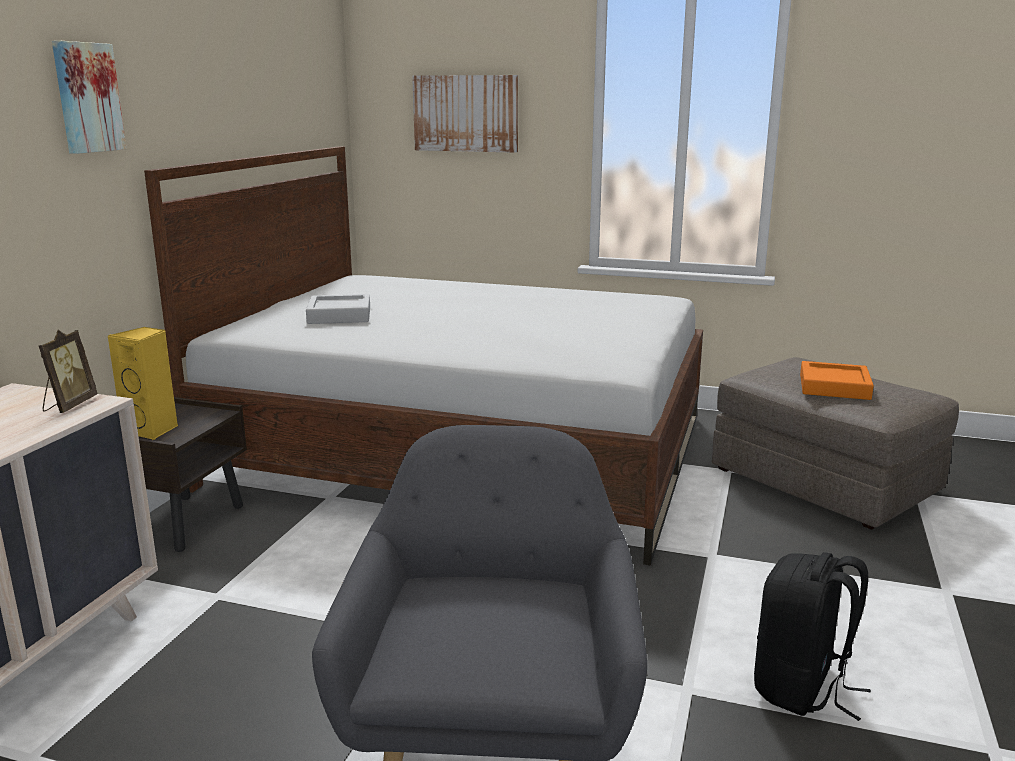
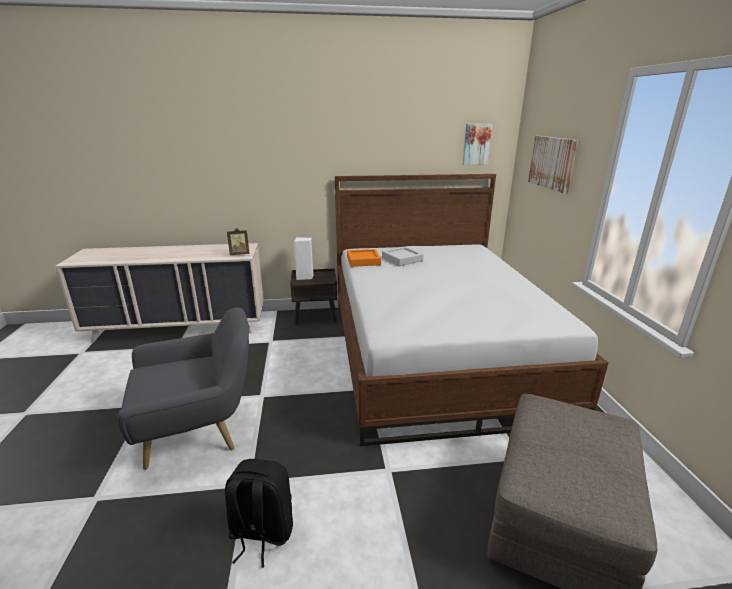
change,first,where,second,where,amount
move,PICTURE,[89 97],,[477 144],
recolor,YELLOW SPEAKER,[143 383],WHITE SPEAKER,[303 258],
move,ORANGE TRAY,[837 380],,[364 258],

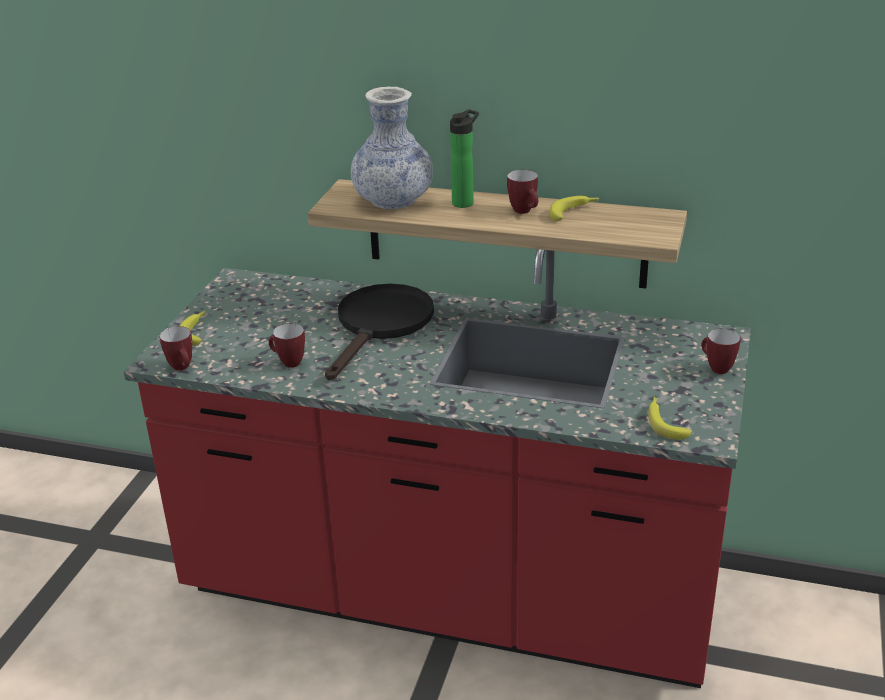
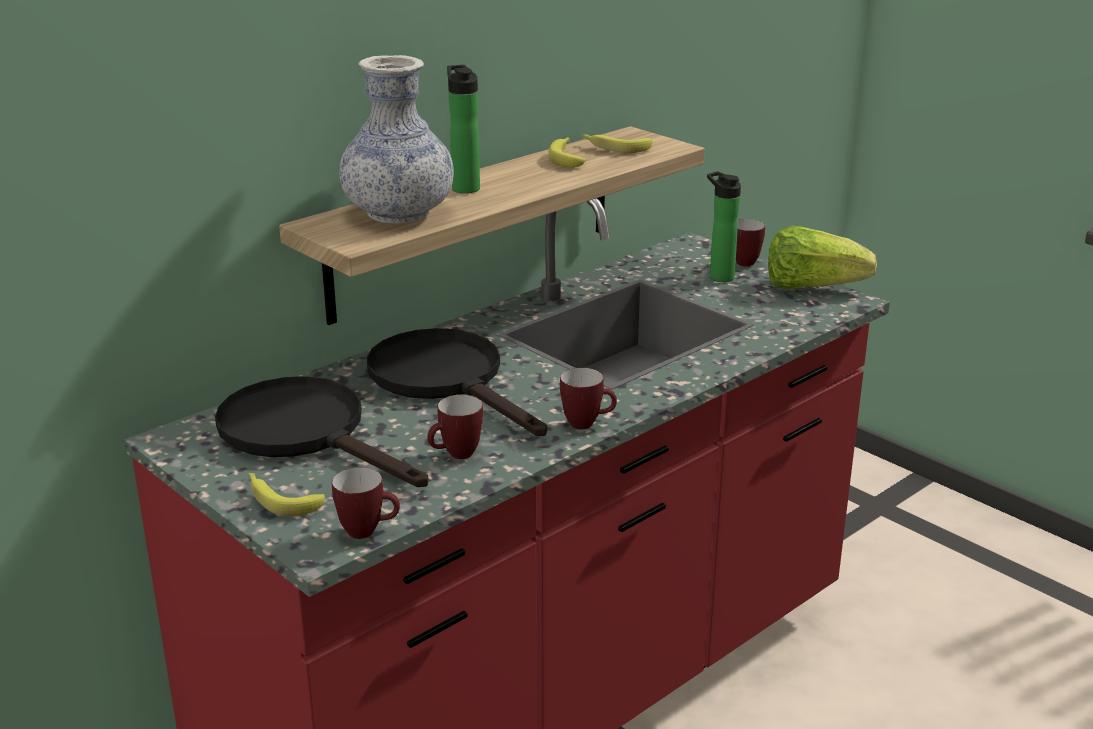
change,first,where,second,where,amount
move,MUG,[522 192],,[588 399],
move,BANANA,[670 418],,[617 143],
insert,,,BLACK FRYING PAN,[321 431],
insert,,,BOTTLE,[724 226],
insert,,,LETTUCE,[822 257],

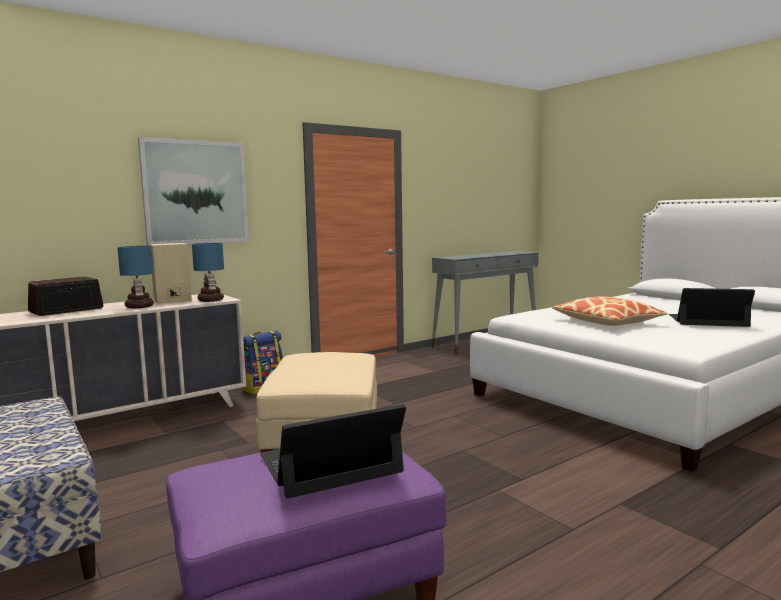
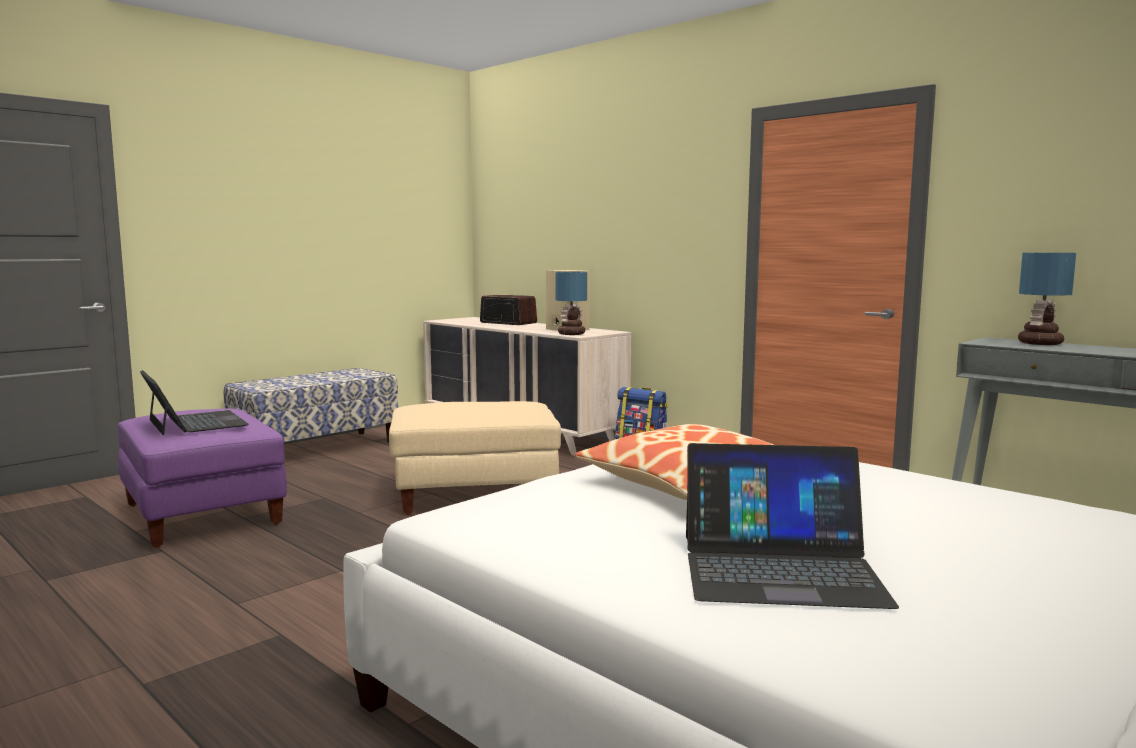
change,first,where,second,where,amount
move,TABLE LAMP,[135 277],,[1047 299],
delete,PICTURE,[193 191],,,
rotate,LAPTOP,[712 307],,[792 526],90 degrees clockwise

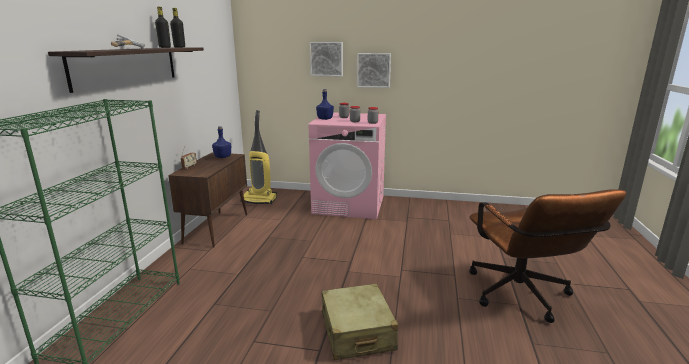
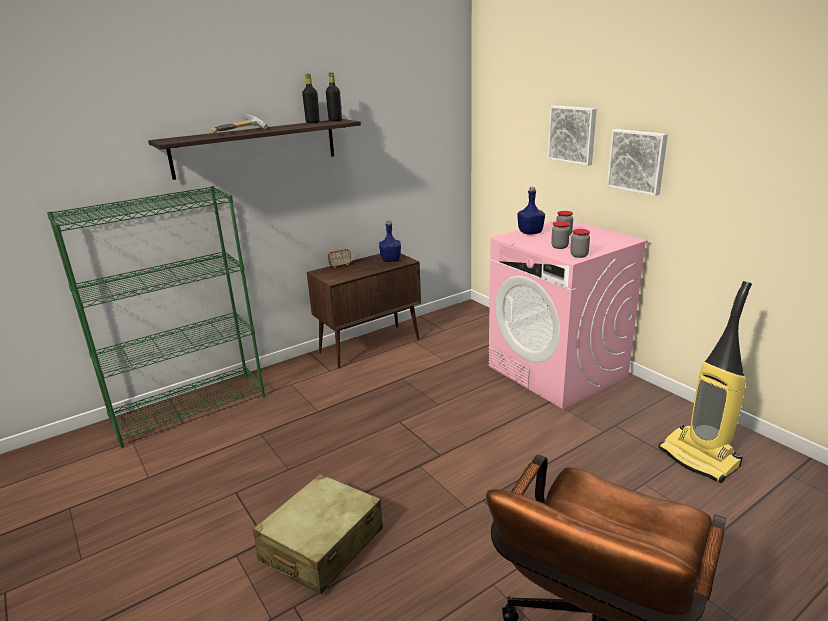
change,first,where,second,where,amount
move,VACUUM CLEANER,[258 157],,[705 382],

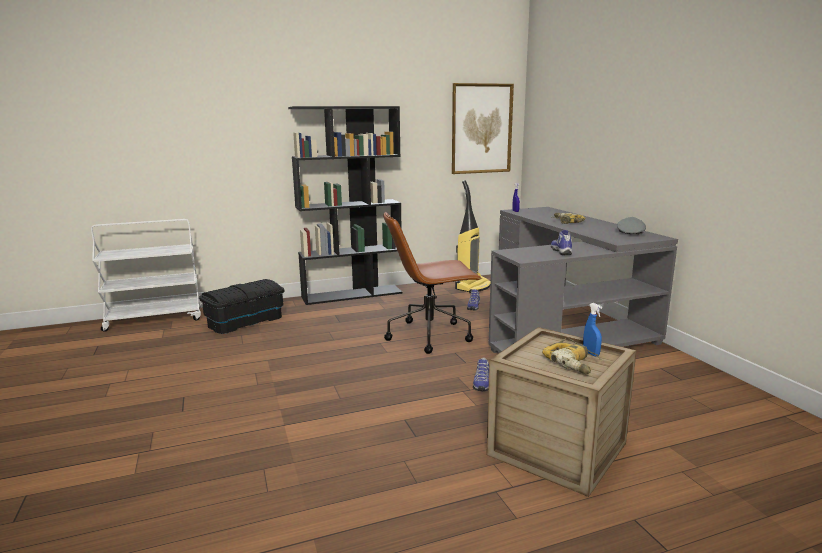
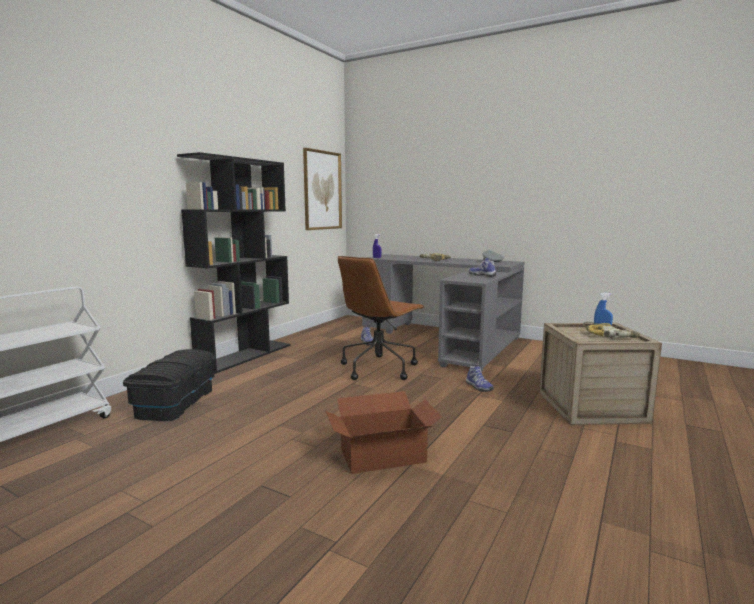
change,first,where,second,where,amount
delete,VACUUM CLEANER,[473 237],,,
insert,,,CARDBOARD BOX,[384 432],

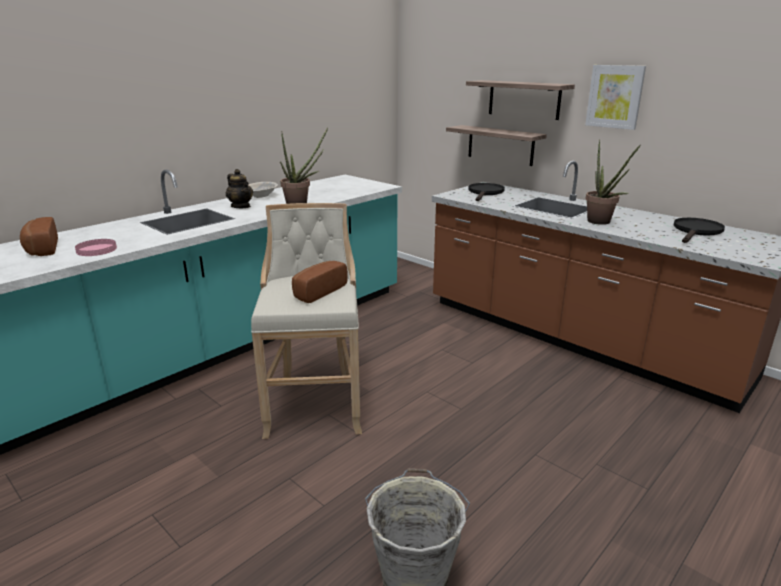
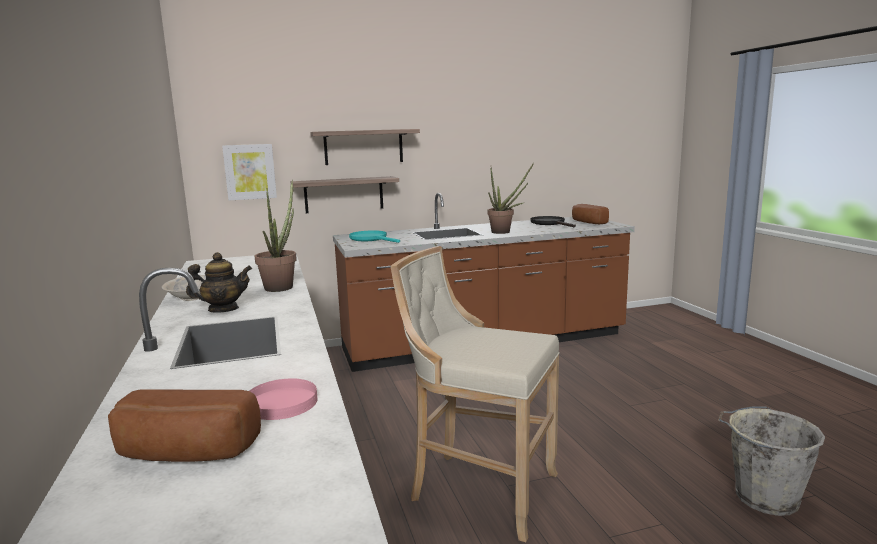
change,first,where,second,where,amount
move,BREAD,[319 282],,[590 214],
recolor,BLACK FRYING PAN,[486 192],TURQUOISE FRYING PAN,[374 236],
move,PICTURE,[615 97],,[249 172],

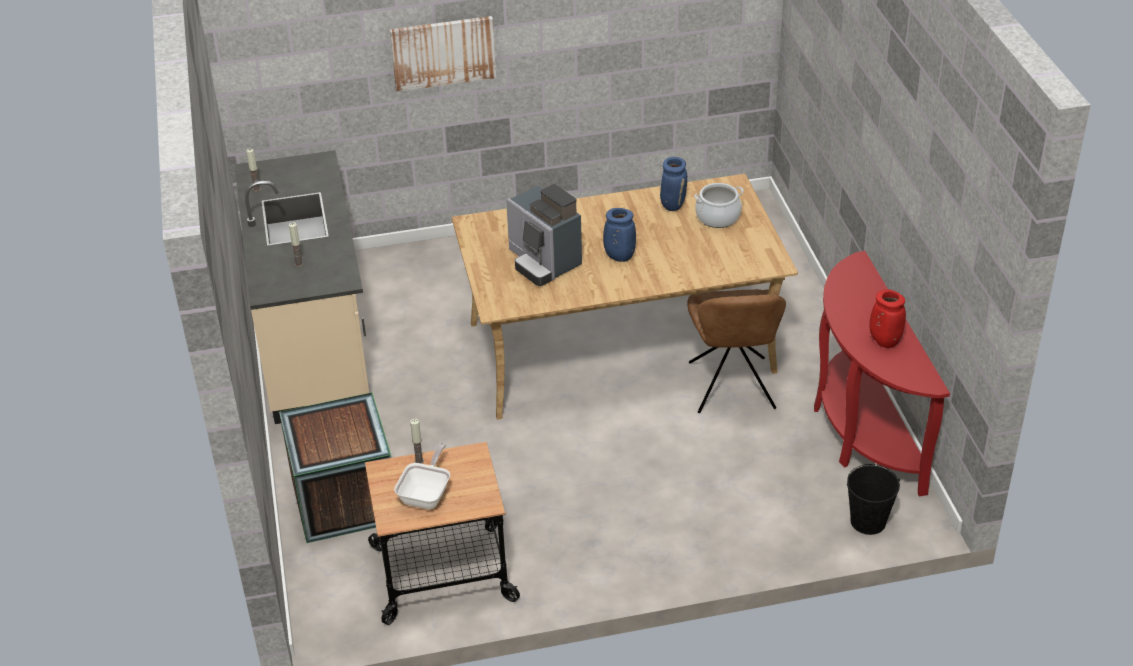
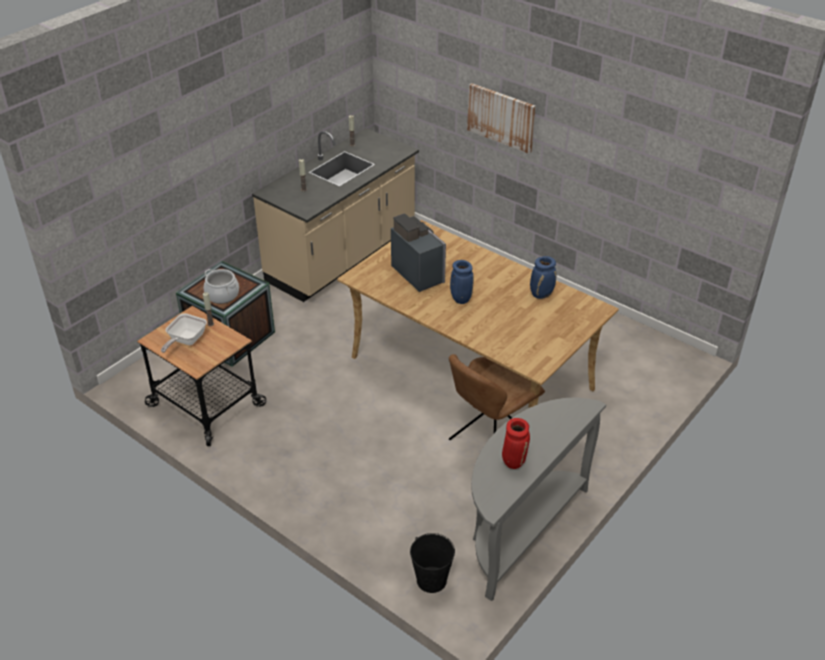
change,first,where,second,where,amount
rotate,FRYING PAN,[422 476],,[184 333],135 degrees clockwise
rotate,COFFEE MACHINE,[544 235],,[418 253],135 degrees clockwise
move,COOKING POT,[719 205],,[221 286],
recolor,RED CONSOLE TABLE,[882 373],GREY CONSOLE TABLE,[538 499],

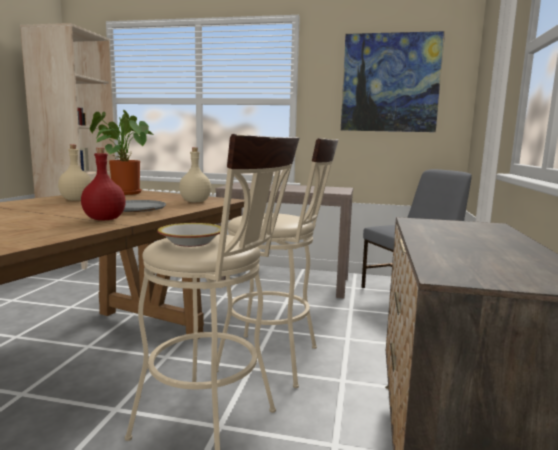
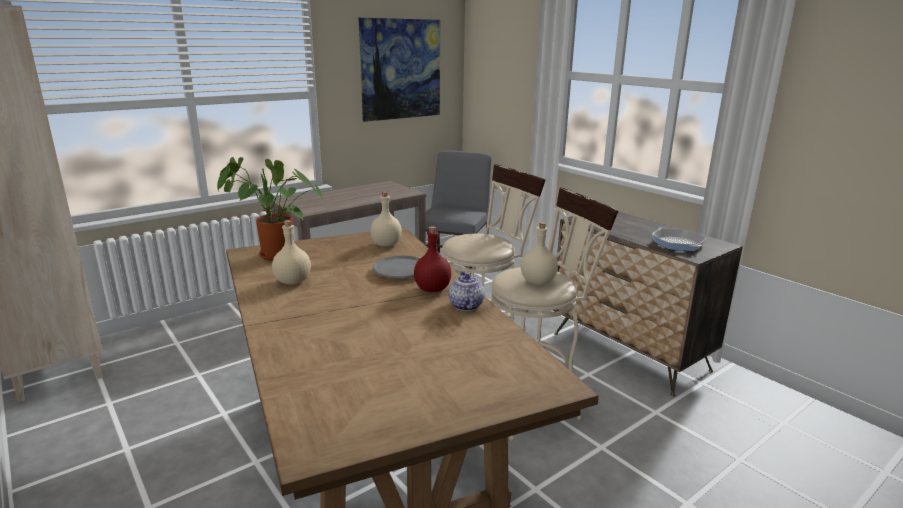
change,first,where,second,where,amount
replace,BOWL,[189 235],BEIGE BOTTLE,[539 253],
insert,,,TEAPOT,[467 291],
insert,,,FRYING PAN,[679 239],

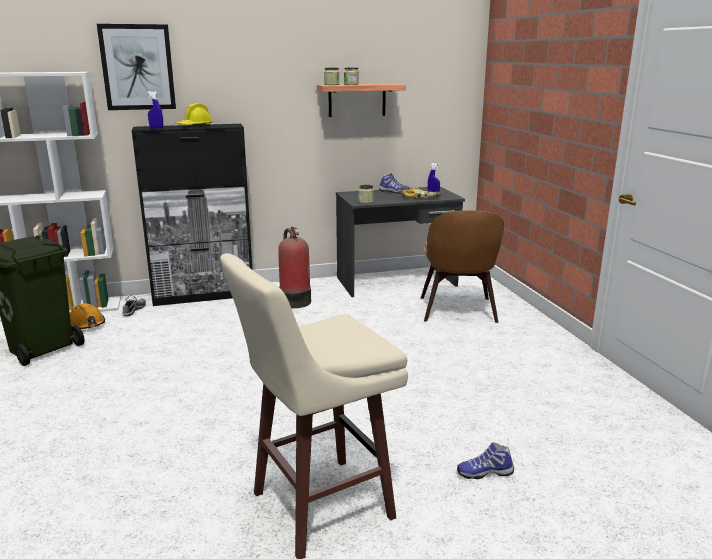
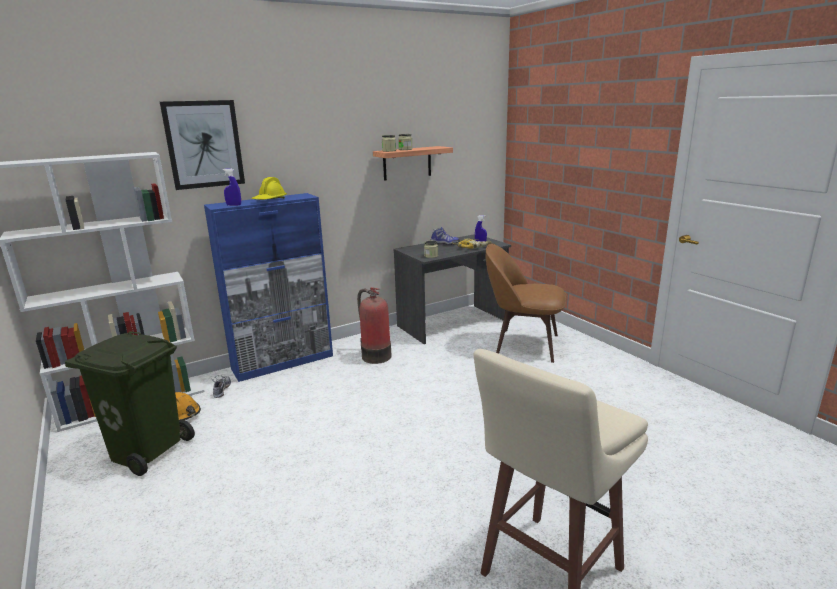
change,first,where,second,where,amount
recolor,BLACK CABINET,[192 215],BLUE CABINET,[268 287],
rotate,BROWN CHAIR,[462 266],,[526 303],120 degrees clockwise
delete,SHOE,[485 461],,,

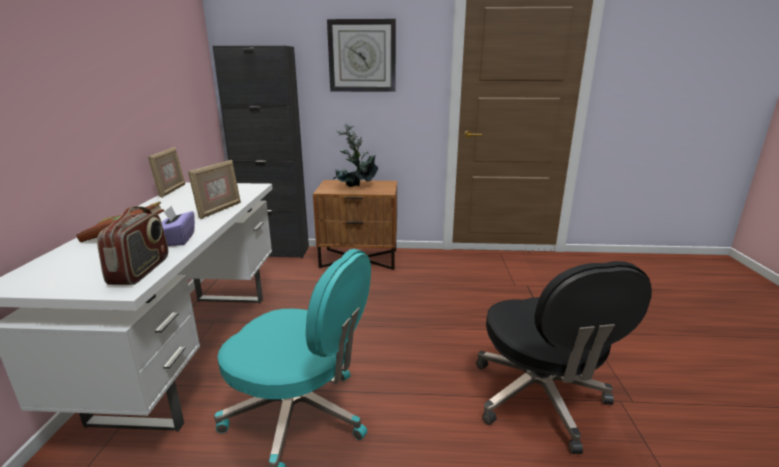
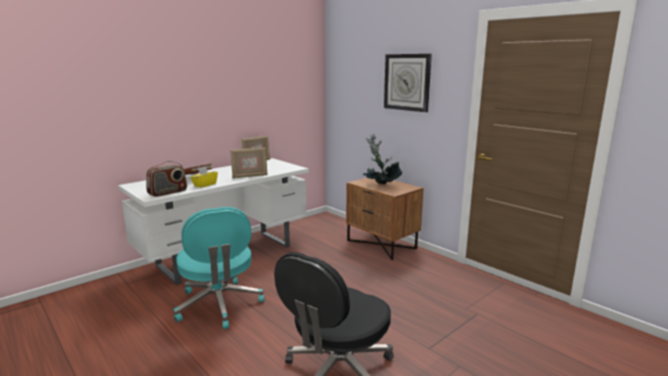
change,first,where,second,where,amount
recolor,PURPLE TISSUE BOX,[178 226],YELLOW TISSUE BOX,[204 177],
delete,BLACK CABINET,[261 152],,,

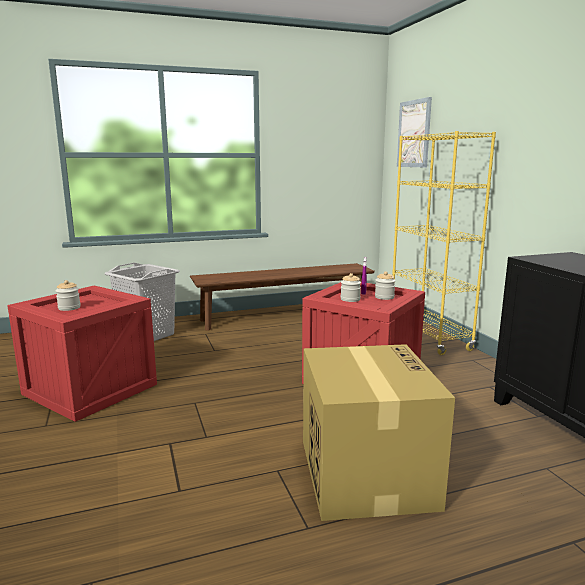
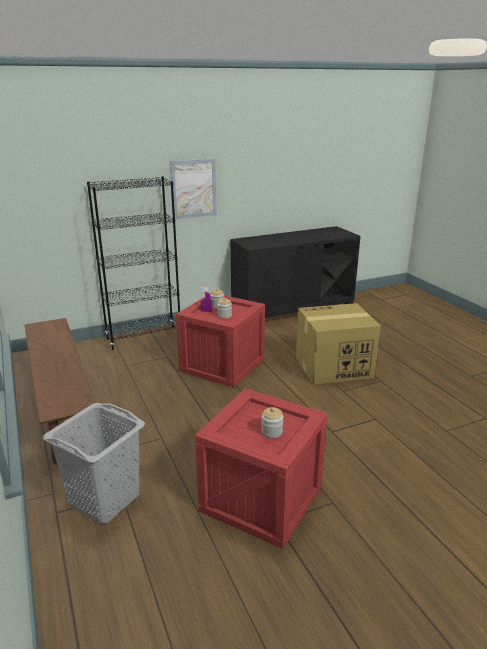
change,first,where,second,where,amount
recolor,YELLOW BOOKCASE,[444 243],BLACK BOOKCASE,[133 263],
move,PICTURE,[414 132],,[193 188],

